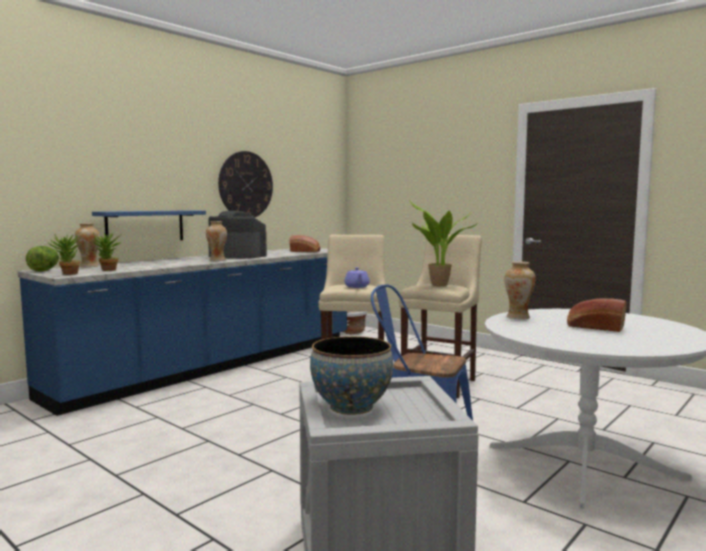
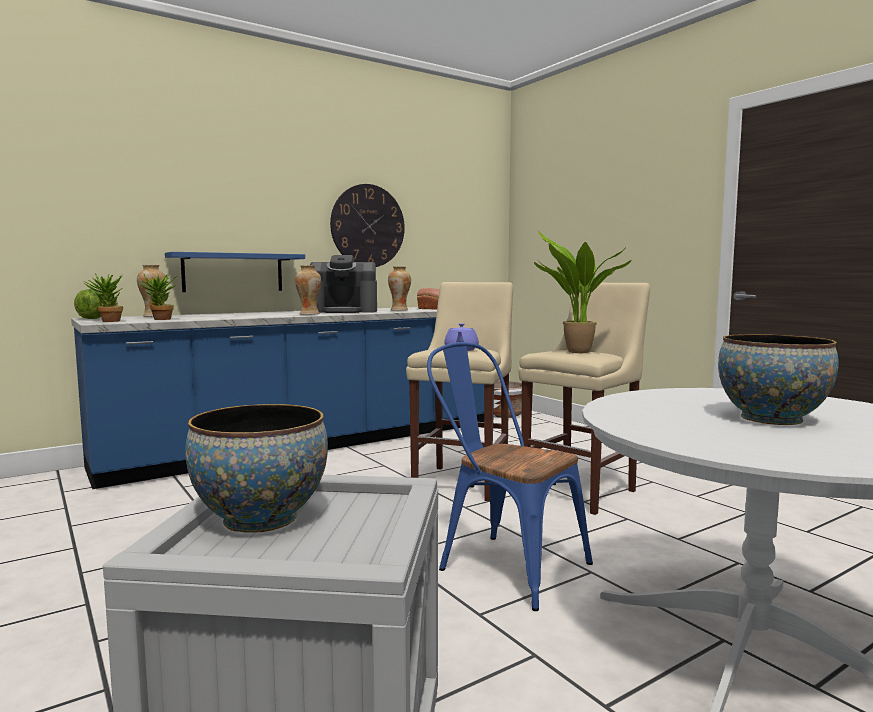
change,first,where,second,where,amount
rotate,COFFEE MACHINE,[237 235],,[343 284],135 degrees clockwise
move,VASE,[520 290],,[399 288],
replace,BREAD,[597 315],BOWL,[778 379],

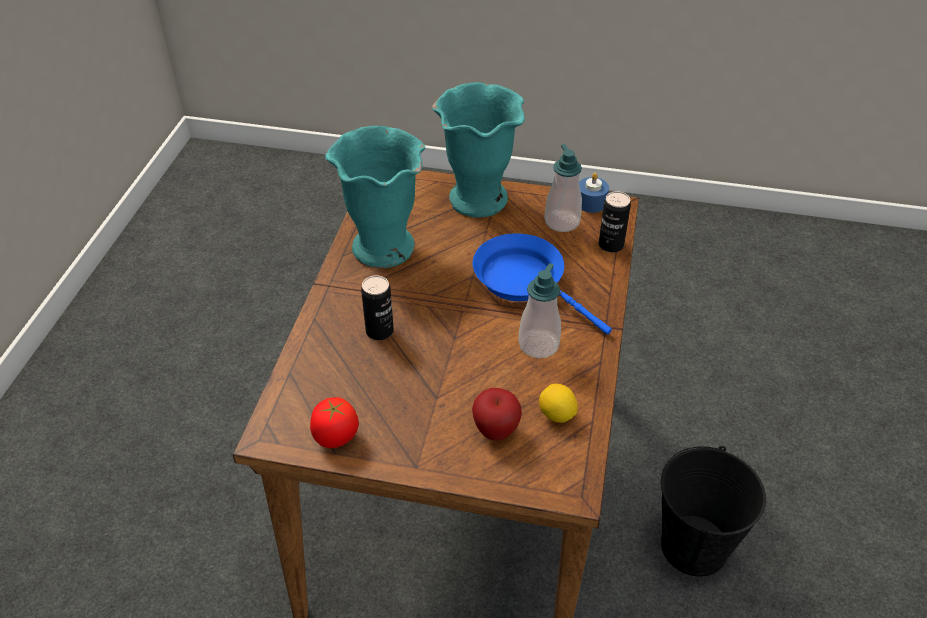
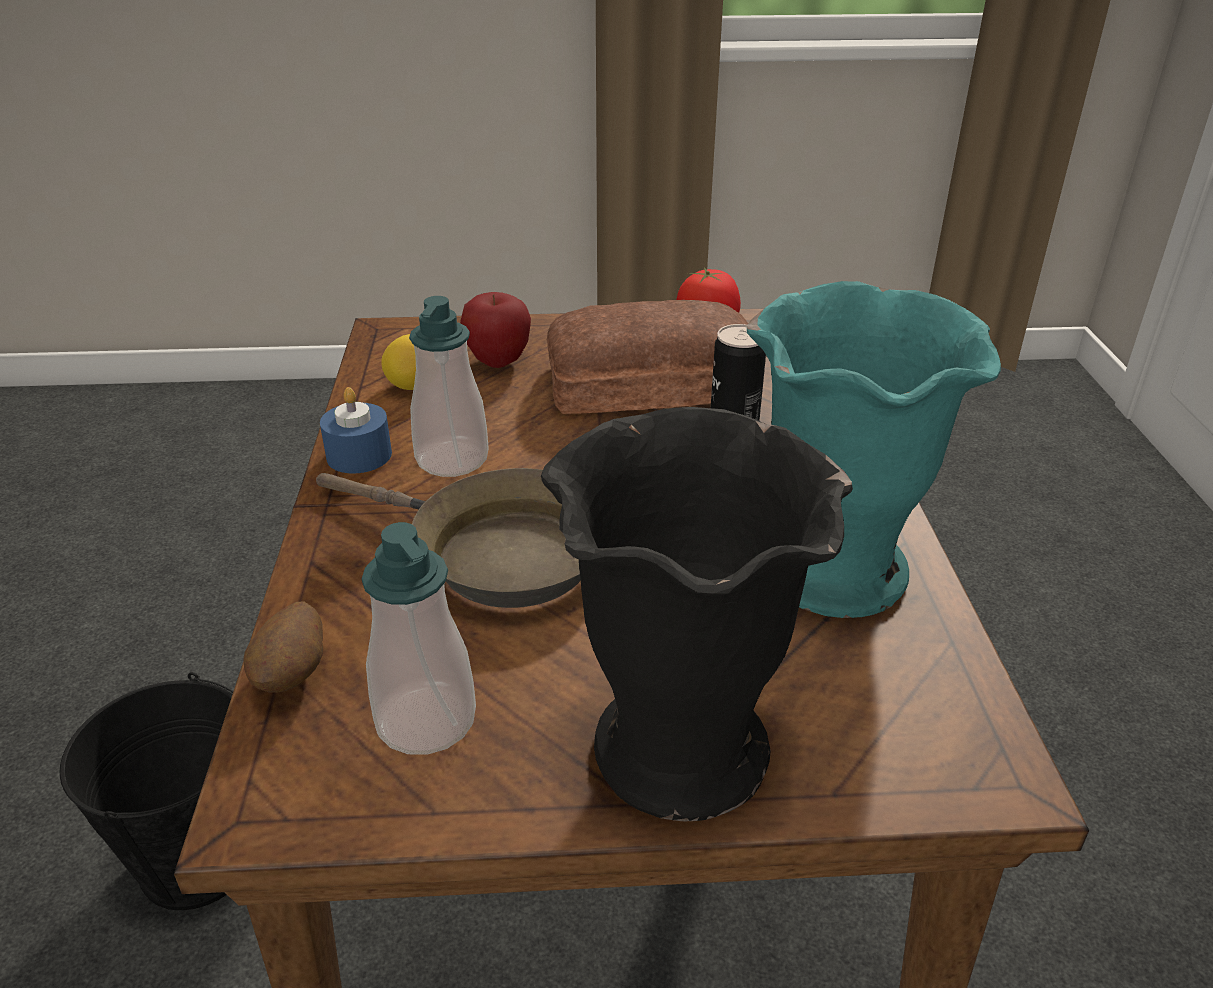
change,first,where,second,where,amount
recolor,TURQUOISE VASE,[478 150],BLACK VASE,[697 614],
recolor,BLUE FRYING PAN,[542 283],BROWN FRYING PAN,[448 538],
move,BLUE CANDLE,[594 193],,[356 430],
replace,CAN,[615 222],POTATO,[283 647],
insert,,,BREAD,[647 357],

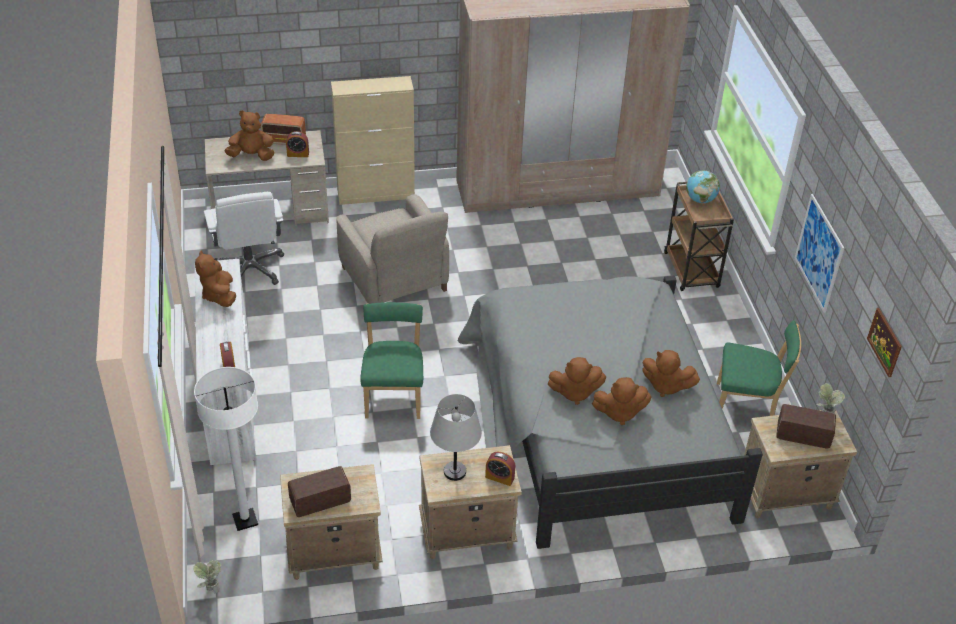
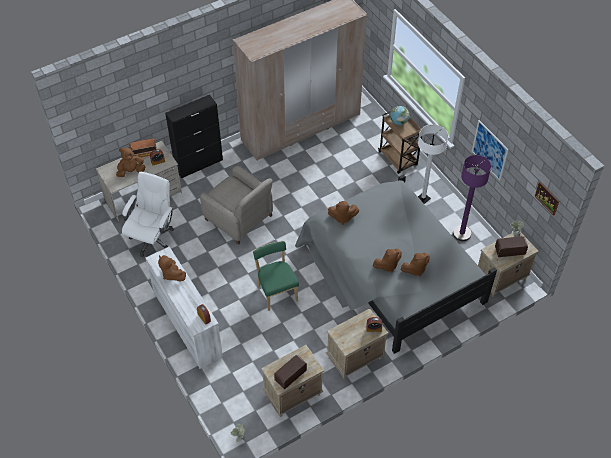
change,first,where,second,where,amount
move,WHITE FLOOR LAMP,[226 449],,[433 164],
rotate,WHITE OFFICE CHAIR,[244 238],,[148 214],120 degrees counterclockwise
recolor,BEIGE CABINET,[373 140],BLACK CABINET,[194 136],
delete,GREY TABLE LAMP,[456 437],,,
move,BROWN PLUSH TOY,[671 373],,[343 213],
replace,GREEN CHAIR,[759 368],PURPLE FLOOR LAMP,[472 198],

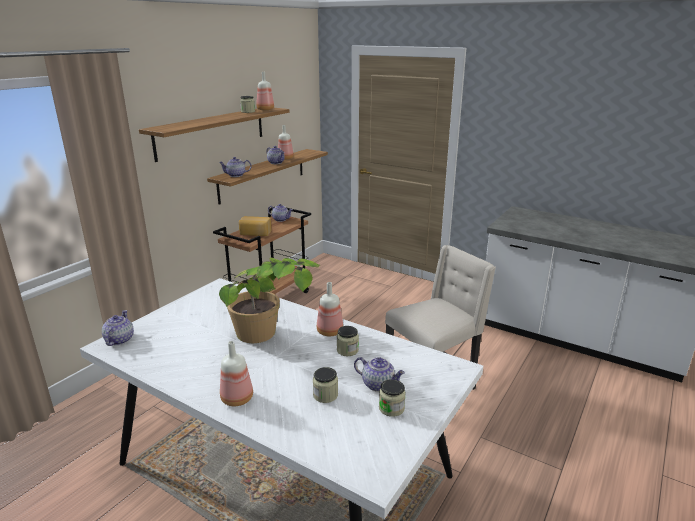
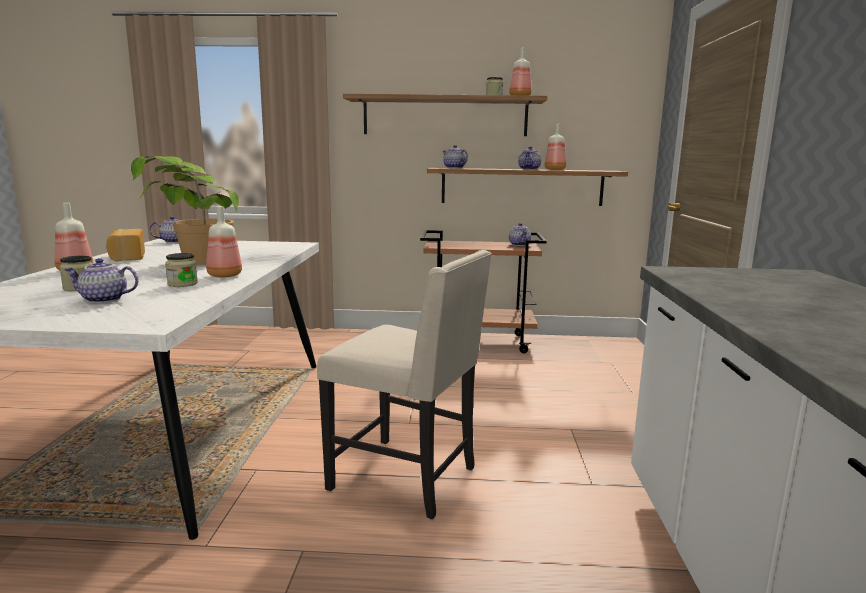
change,first,where,second,where,amount
move,BREAD,[255 226],,[125 245],
rotate,TEAPOT,[379 374],,[101 280],90 degrees clockwise
delete,JAR,[392 398],,,

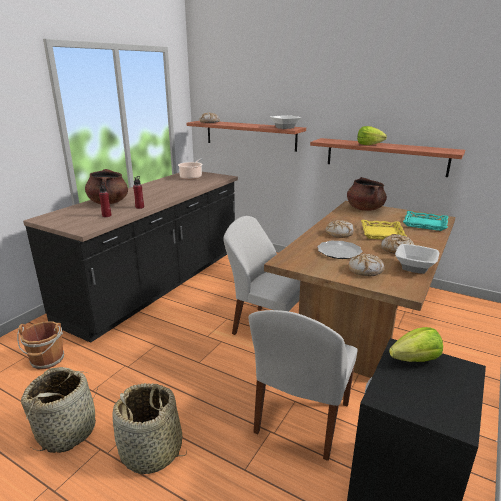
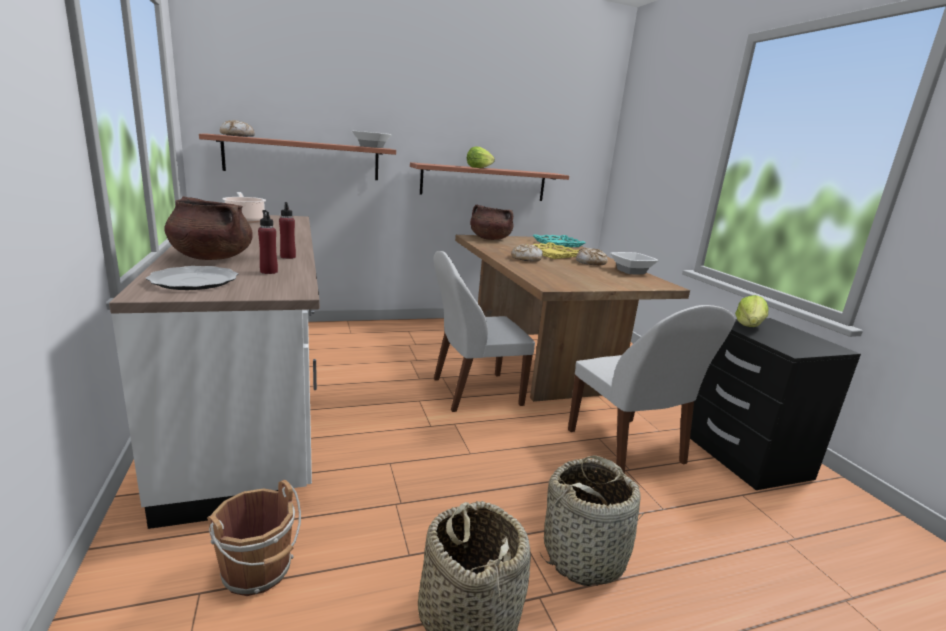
change,first,where,second,where,amount
recolor,BLACK COUNTER,[130 257],WHITE COUNTER,[214 372],
move,PLATE,[340 250],,[192 278],
delete,BREAD,[366 265],,,

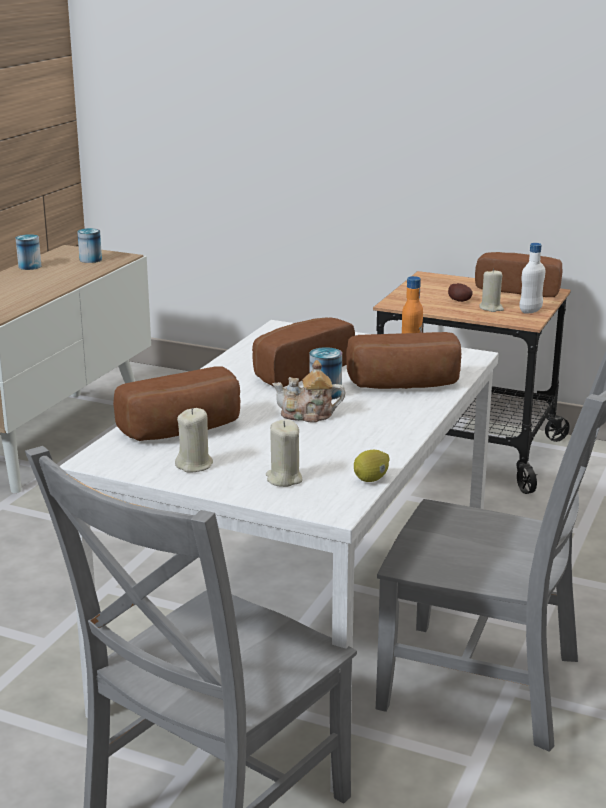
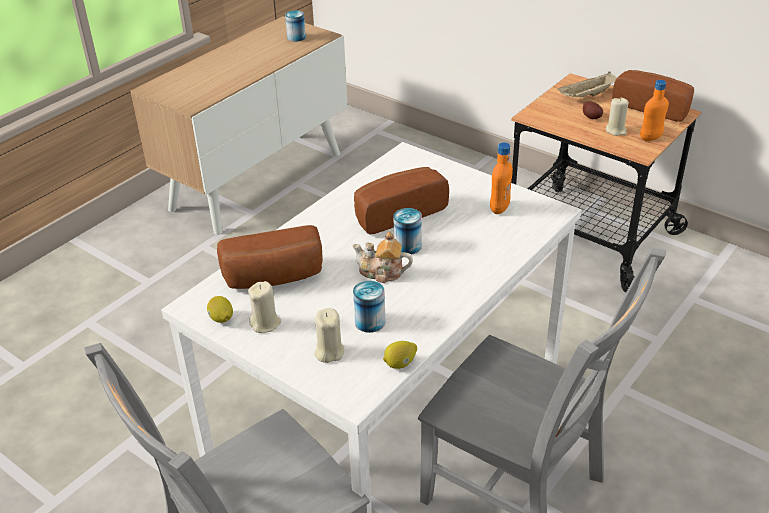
change,first,where,second,where,amount
move,CAN,[28 252],,[369 307],
delete,BREAD,[403 360],,,
recolor,WHITE BOTTLE,[532 278],ORANGE BOTTLE,[654 110],
insert,,,LEMON,[220 309],
insert,,,BEIGE TRAY,[587 84],

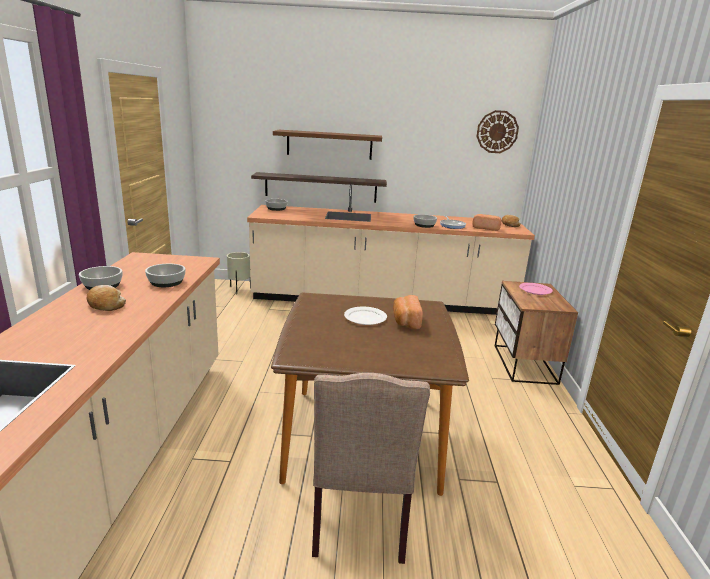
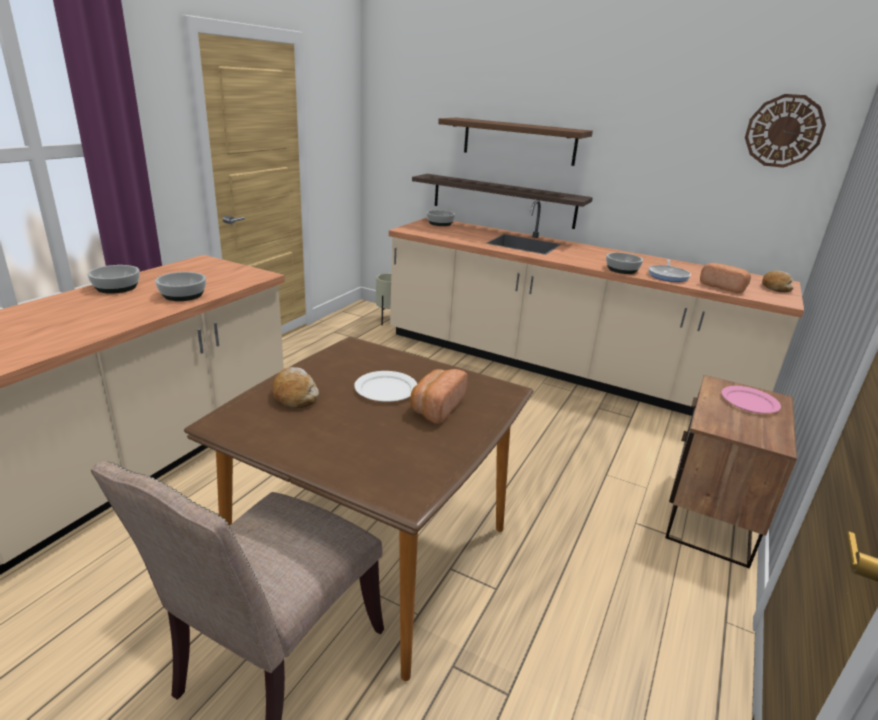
change,first,where,second,where,amount
move,BREAD,[106 298],,[295 387],

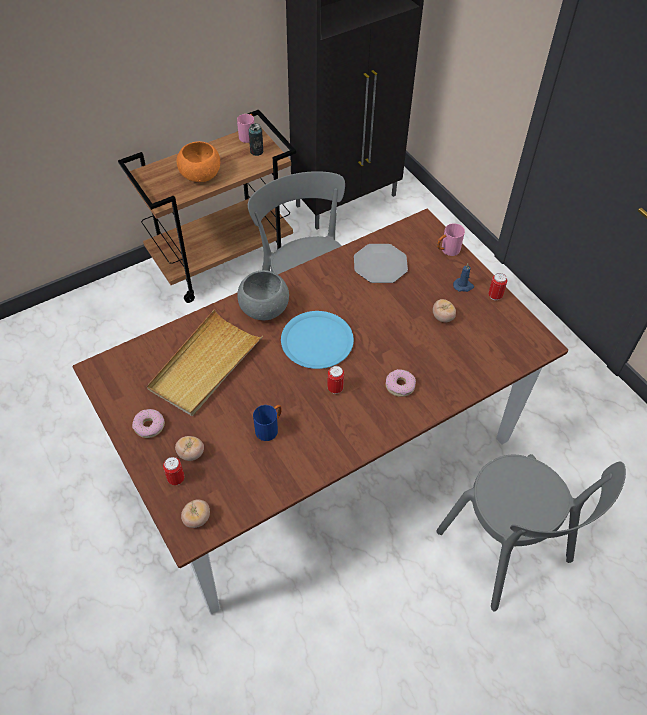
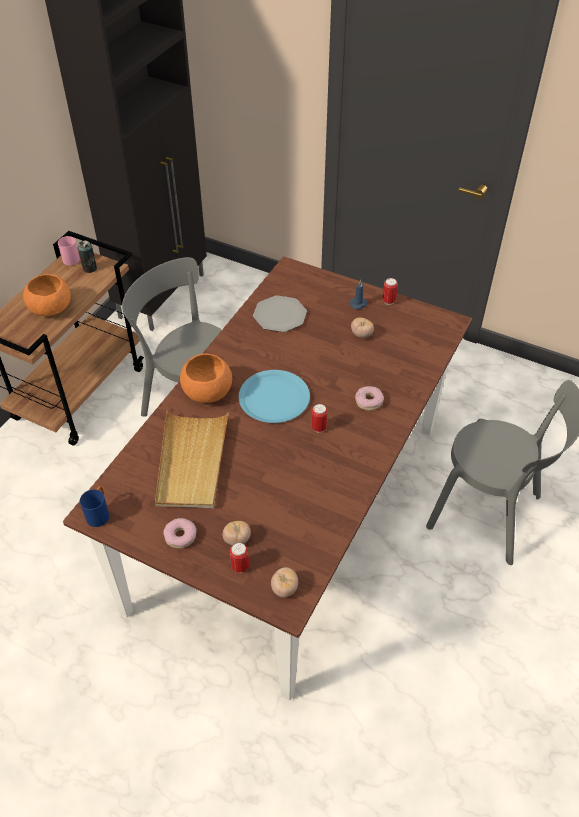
change,first,where,second,where,amount
recolor,GREY BOWL,[263 295],ORANGE BOWL,[206 378],
move,BLUE MUG,[267 423],,[94 506],
delete,PINK MUG,[451 240],,,

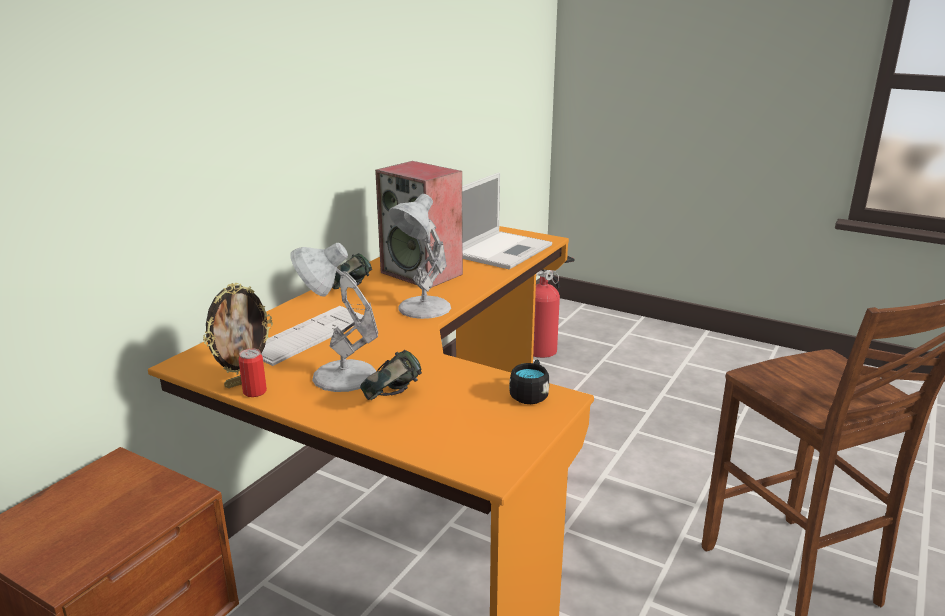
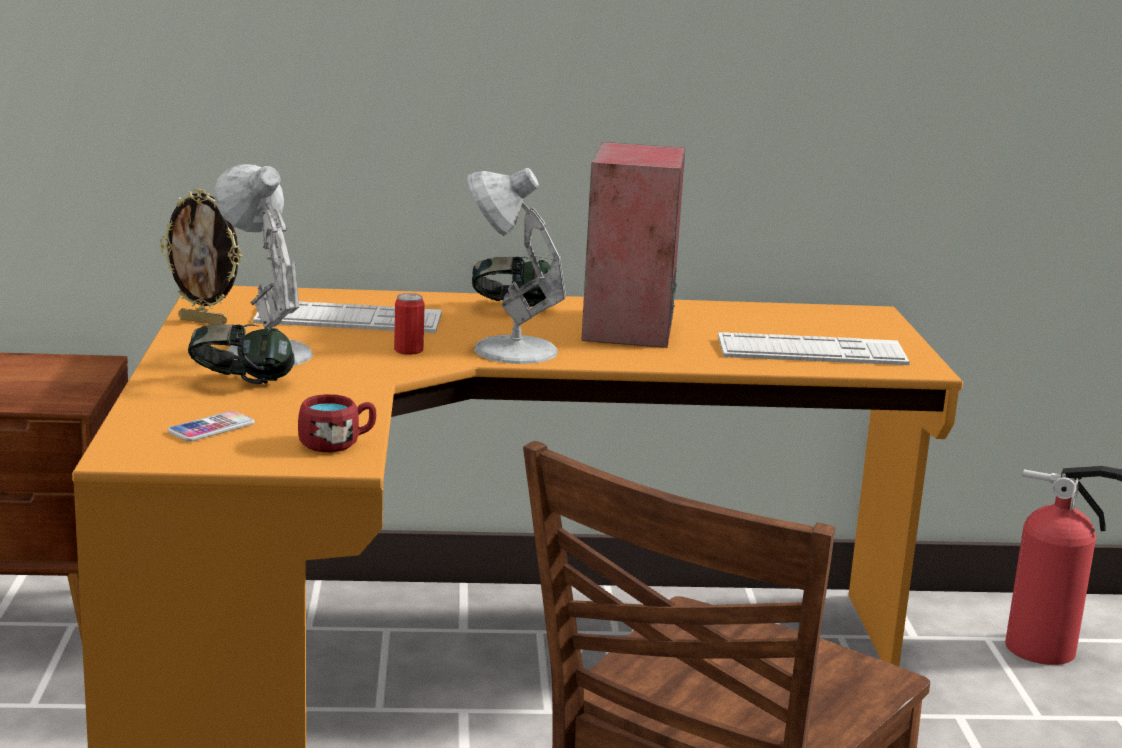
change,first,where,second,where,amount
move,CAN,[253 373],,[409 324],
replace,LAPTOP,[507 220],KEYBOARD,[814 348],
recolor,BLACK MUG,[529 382],RED MUG,[337 423],
insert,,,PHONE,[211 426],

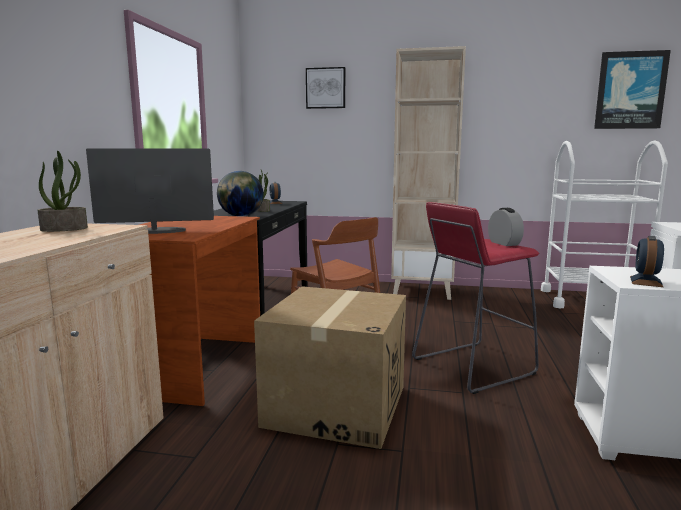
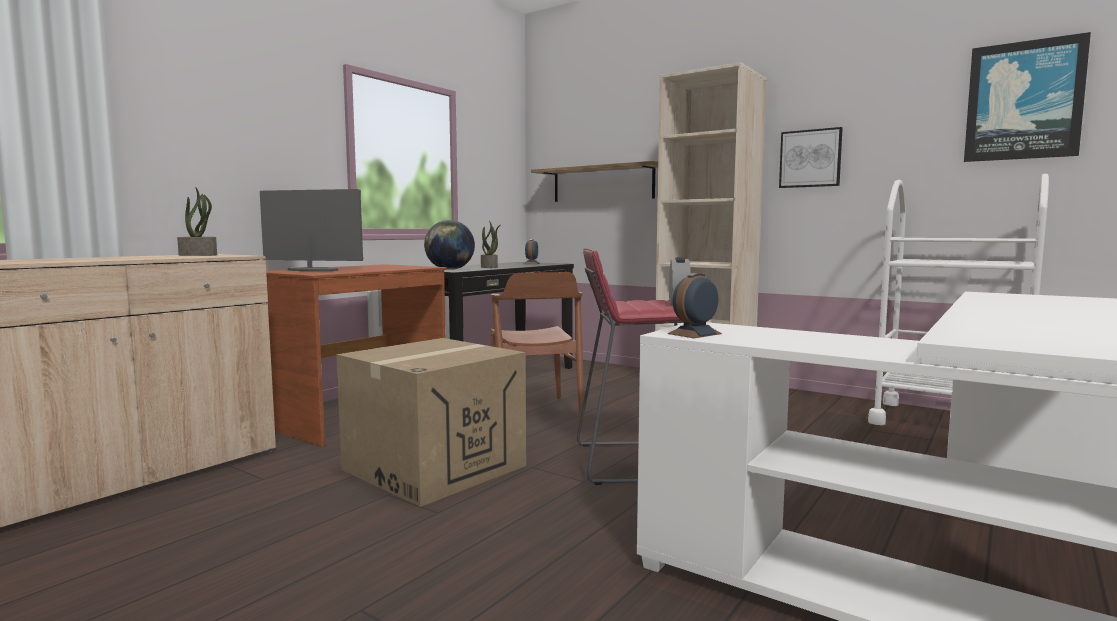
change,first,where,second,where,amount
move,PICTURE,[325 88],,[811 157],
insert,,,SHELF,[594 181],

